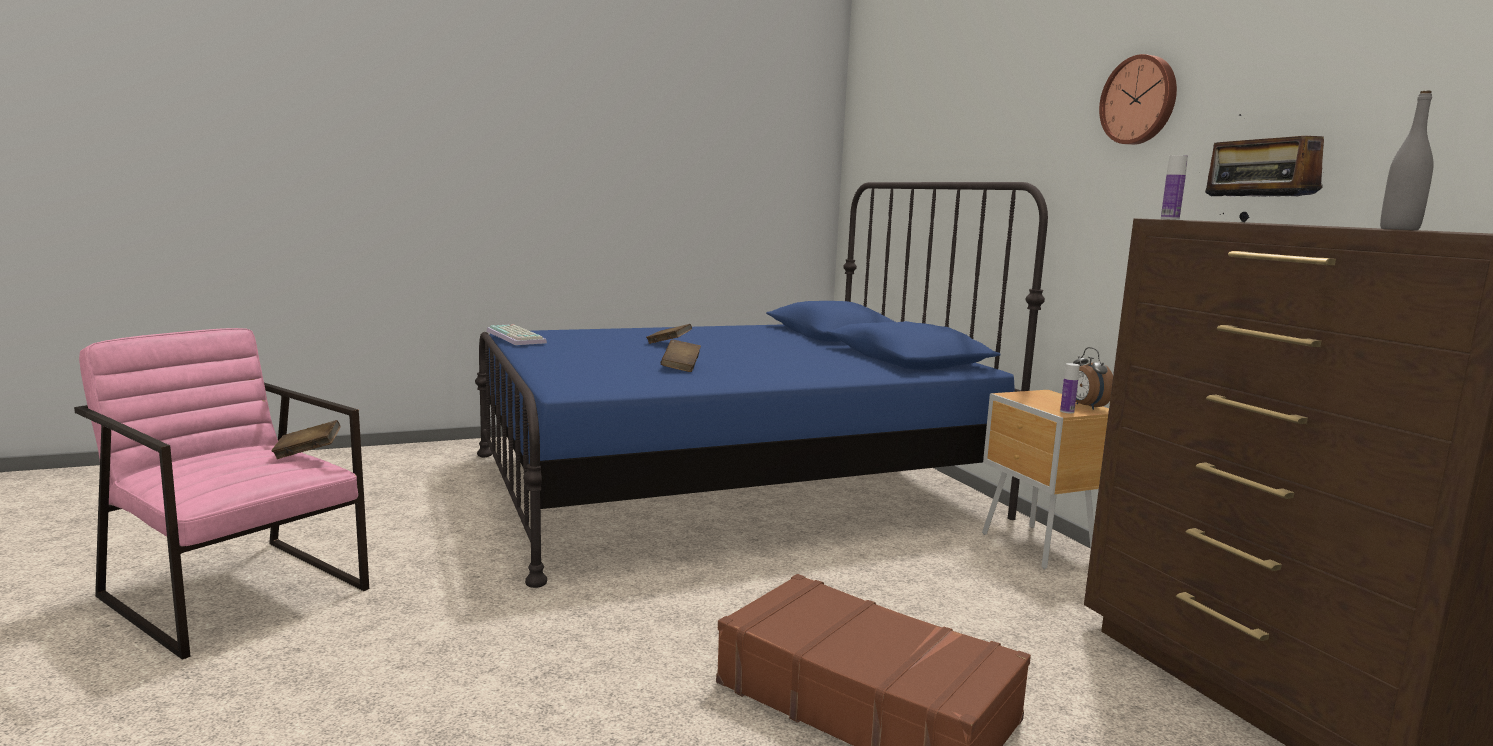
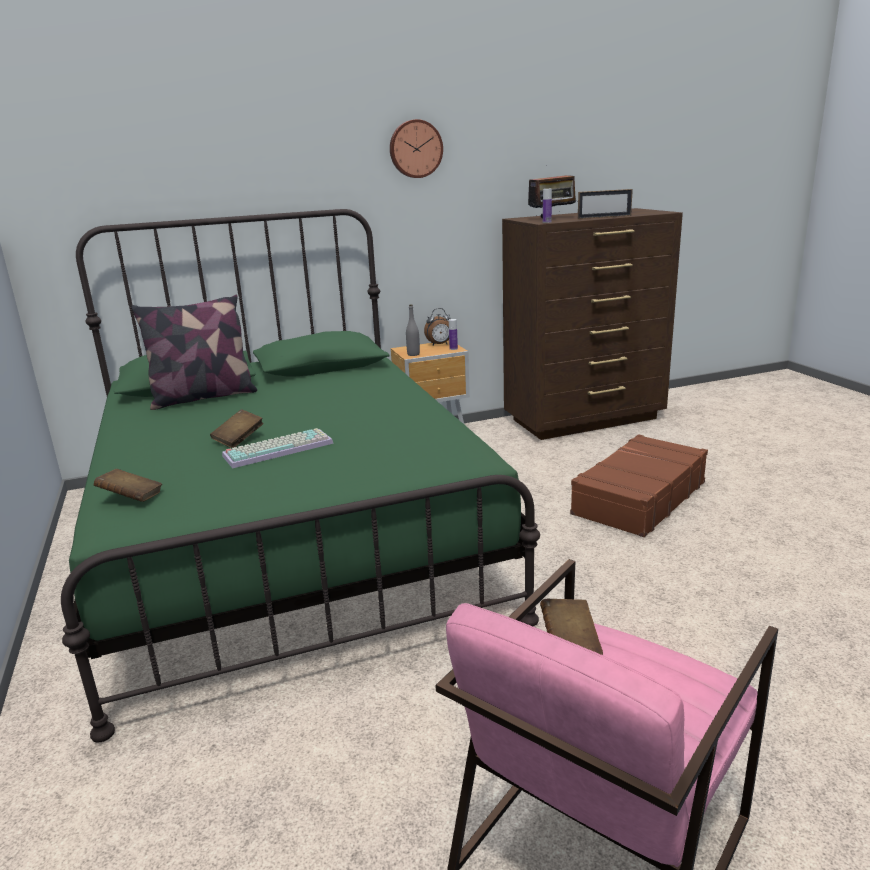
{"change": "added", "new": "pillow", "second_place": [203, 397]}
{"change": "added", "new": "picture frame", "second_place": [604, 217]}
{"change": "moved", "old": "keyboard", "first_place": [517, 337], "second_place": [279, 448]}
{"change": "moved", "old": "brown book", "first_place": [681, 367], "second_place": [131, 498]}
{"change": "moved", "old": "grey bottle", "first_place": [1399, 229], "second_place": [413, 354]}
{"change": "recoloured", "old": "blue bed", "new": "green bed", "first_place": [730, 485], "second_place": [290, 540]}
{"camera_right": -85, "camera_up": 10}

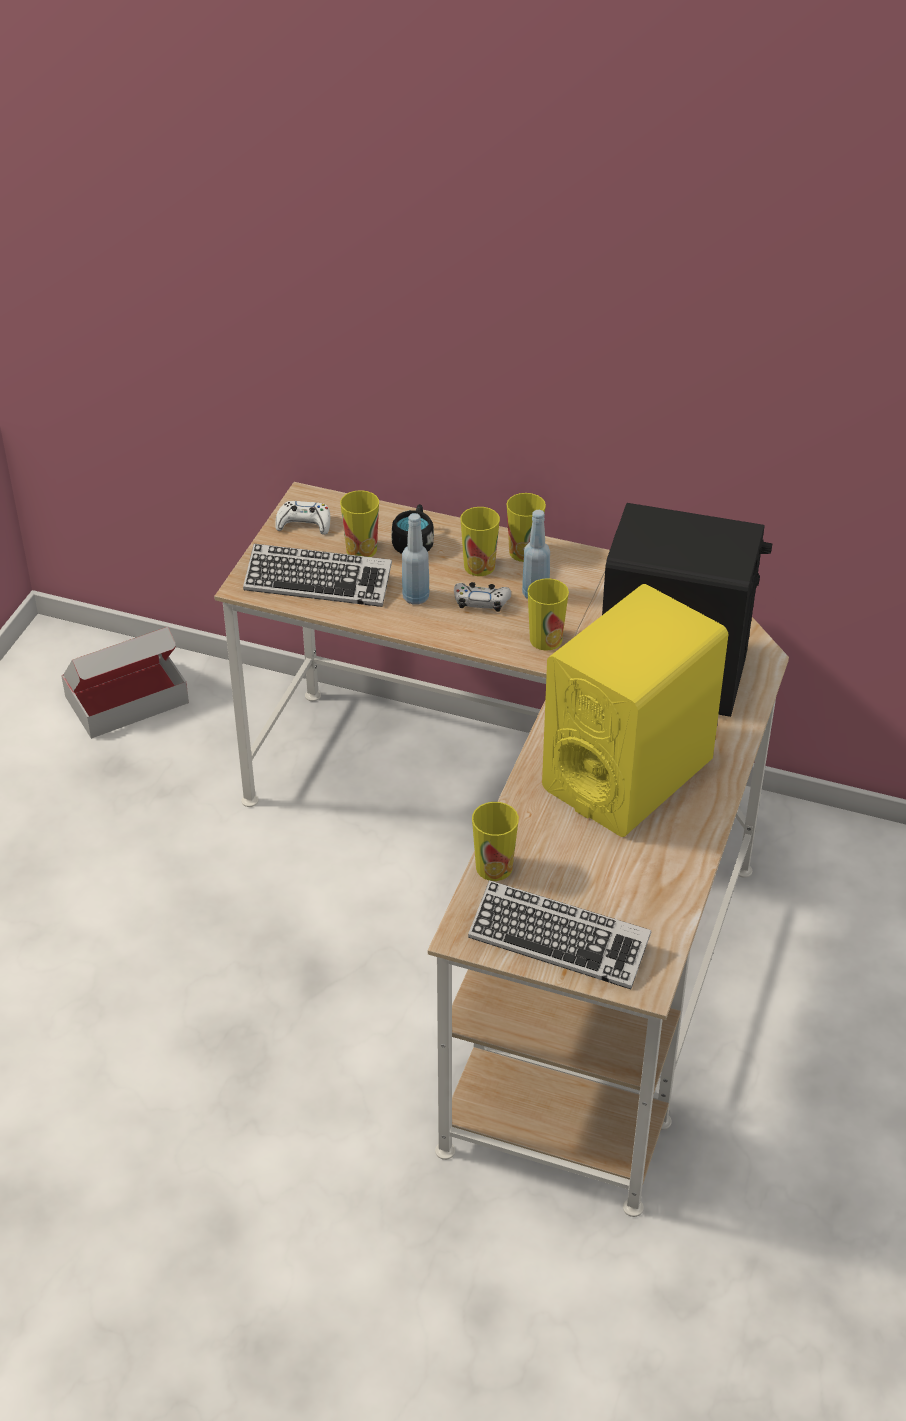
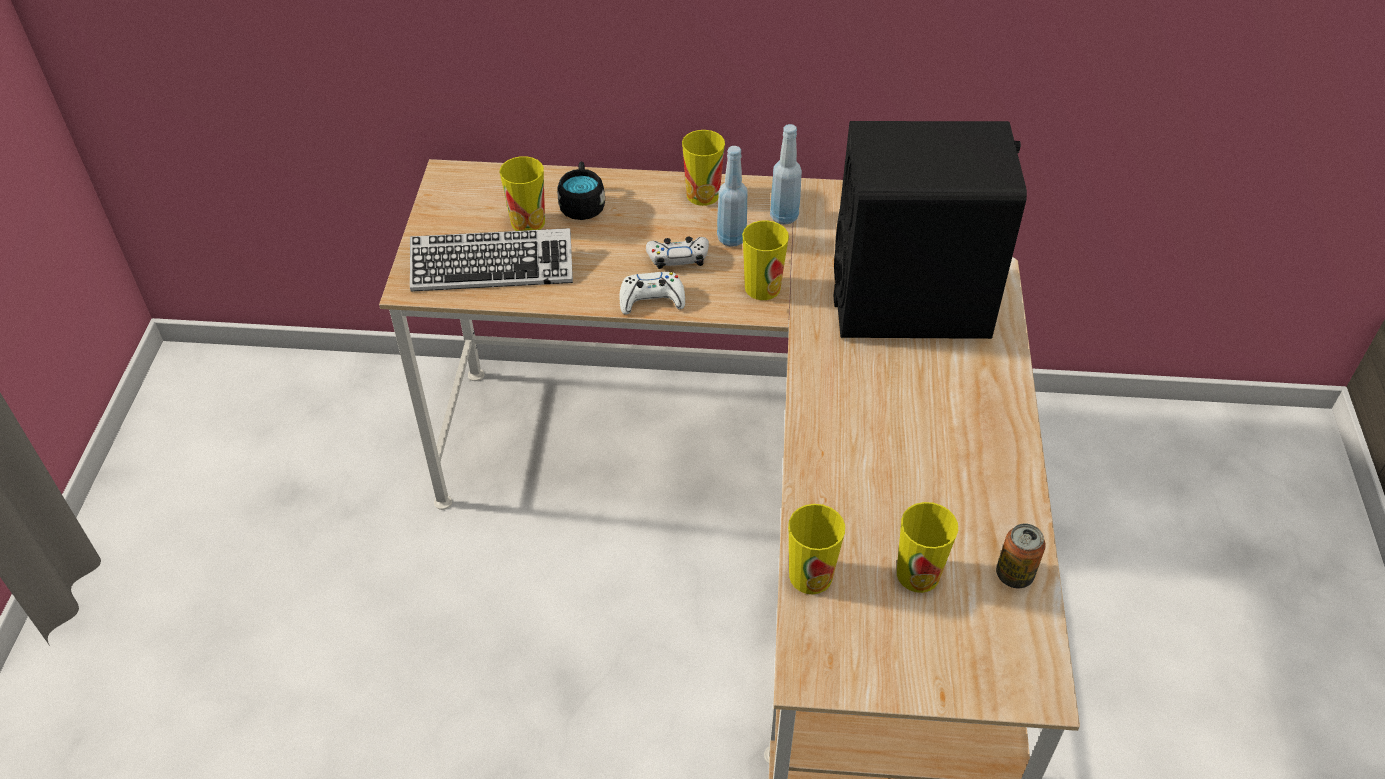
{"change": "removed", "old": "cardboard box", "first_place": [127, 699]}
{"change": "removed", "old": "keyboard", "first_place": [559, 941]}
{"change": "removed", "old": "yellow speaker", "first_place": [627, 774]}
{"change": "added", "new": "can", "second_place": [1014, 575]}
{"change": "moved", "old": "white game controller", "first_place": [304, 524], "second_place": [651, 299]}
{"change": "moved", "old": "blue bottle", "first_place": [415, 597], "second_place": [784, 217]}
{"change": "moved", "old": "cup", "first_place": [479, 566], "second_place": [918, 574]}
{"camera_right": -15, "camera_up": 5}

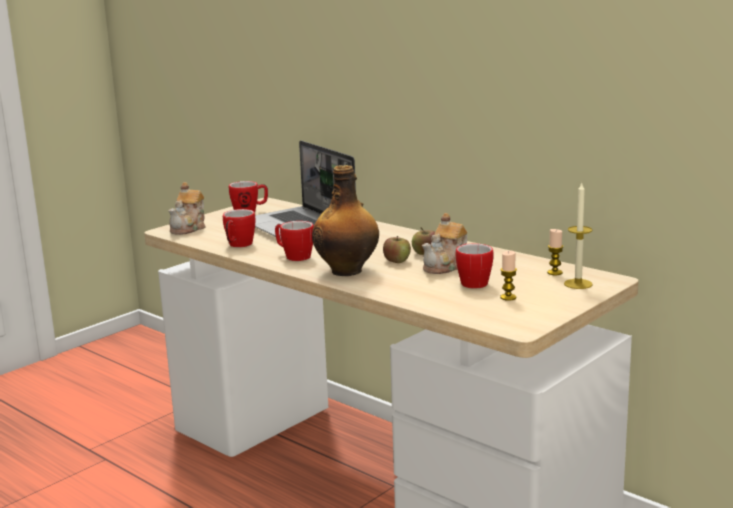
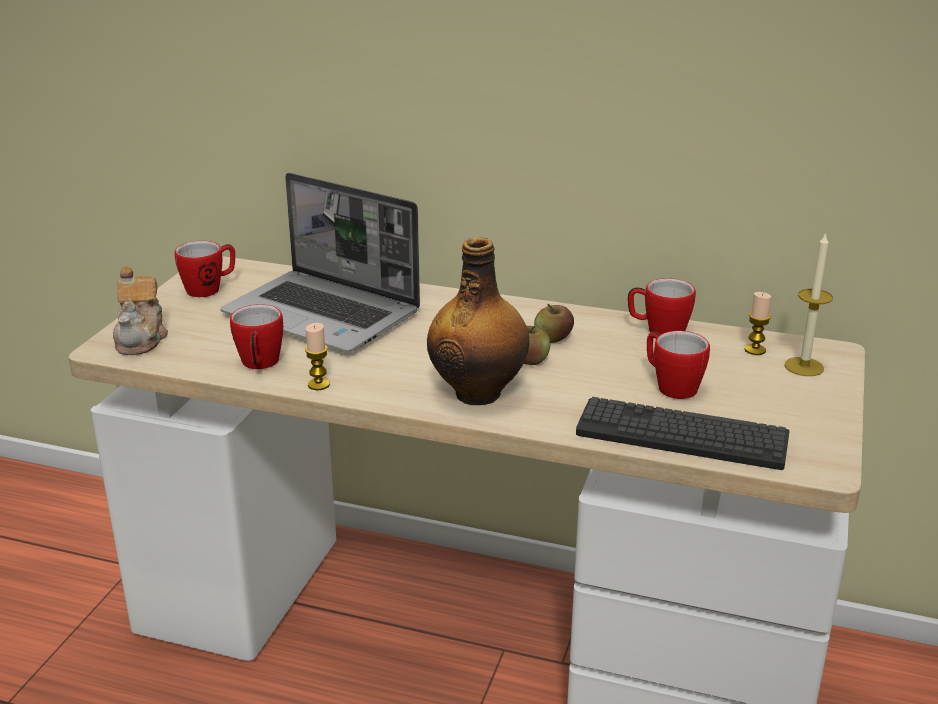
{"change": "removed", "old": "teapot", "first_place": [446, 266]}
{"change": "added", "new": "keyboard", "second_place": [681, 435]}
{"change": "moved", "old": "mug", "first_place": [294, 256], "second_place": [658, 331]}
{"change": "moved", "old": "candle", "first_place": [508, 297], "second_place": [318, 385]}
{"camera_right": -25, "camera_up": 10}

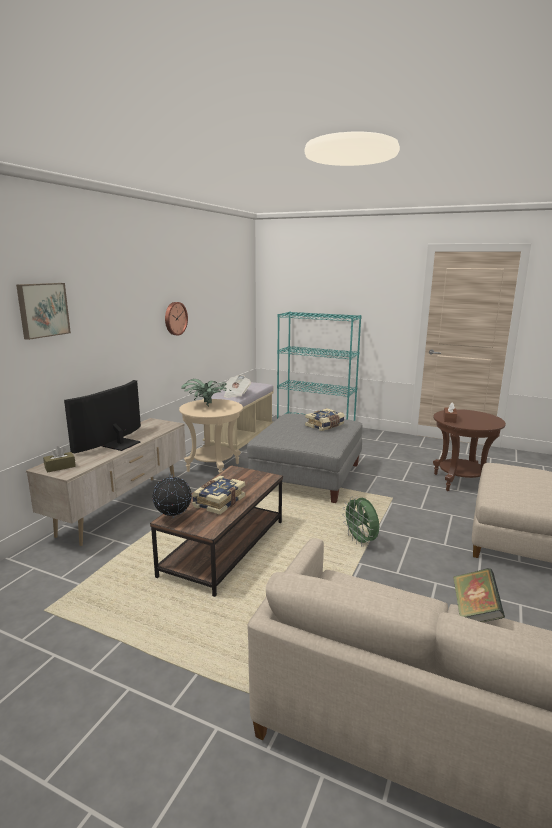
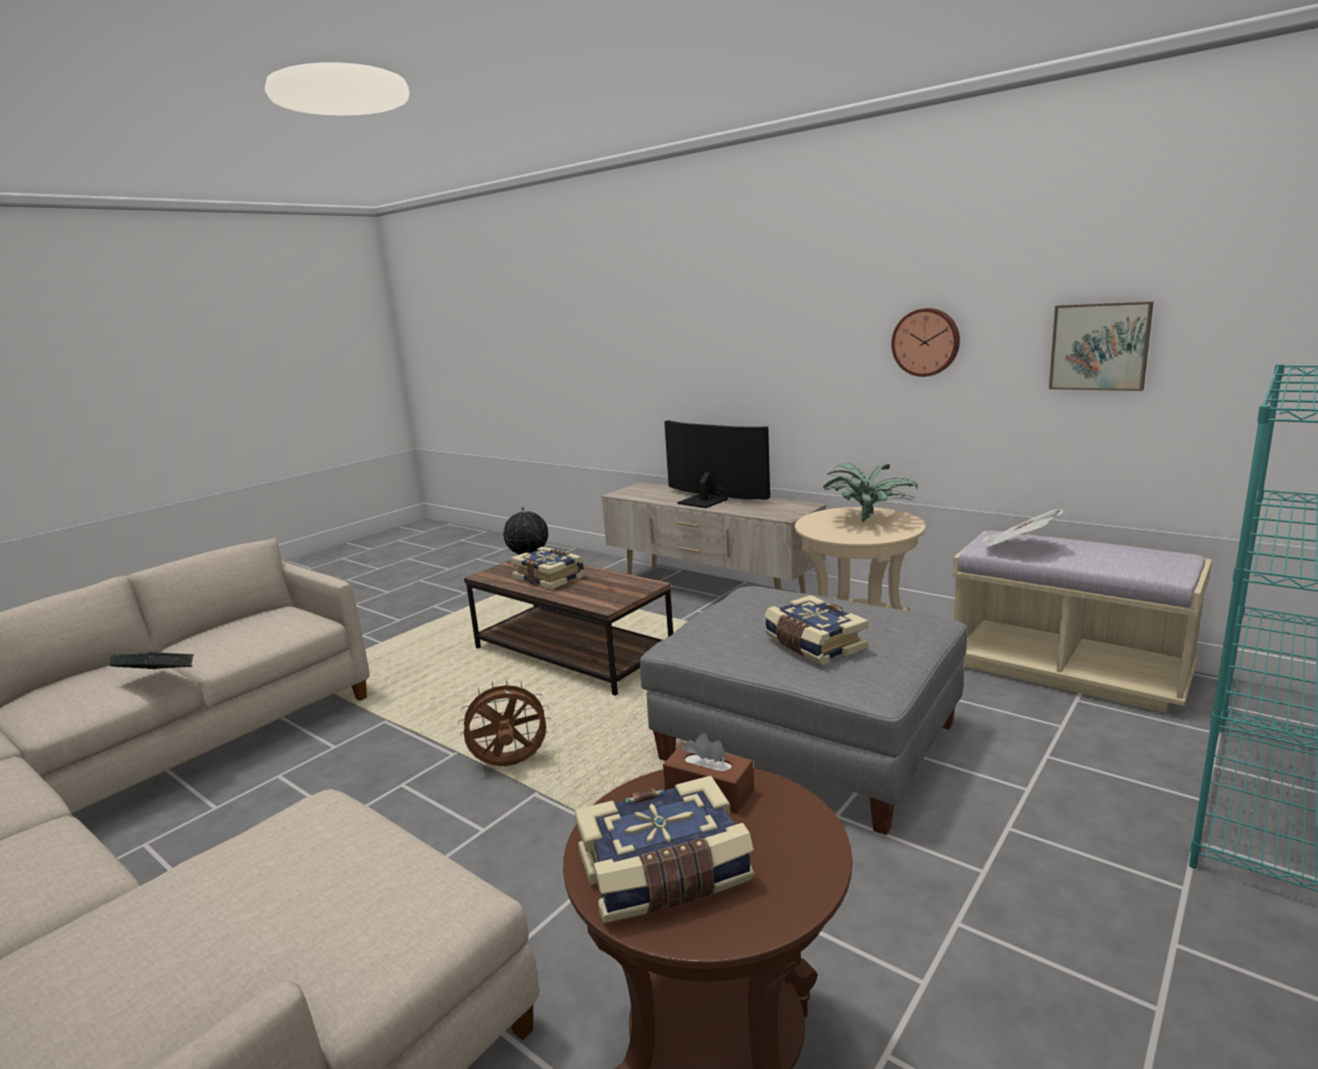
{"change": "removed", "old": "brown tissue box", "first_place": [60, 467]}
{"change": "added", "new": "book", "second_place": [665, 874]}
{"change": "moved", "old": "picture", "first_place": [42, 310], "second_place": [1099, 346]}
{"change": "recoloured", "old": "green fan", "new": "brown fan", "first_place": [360, 541], "second_place": [510, 765]}
{"camera_right": 105, "camera_up": 0}

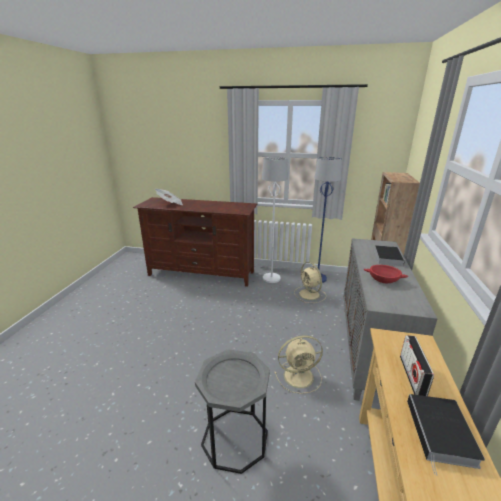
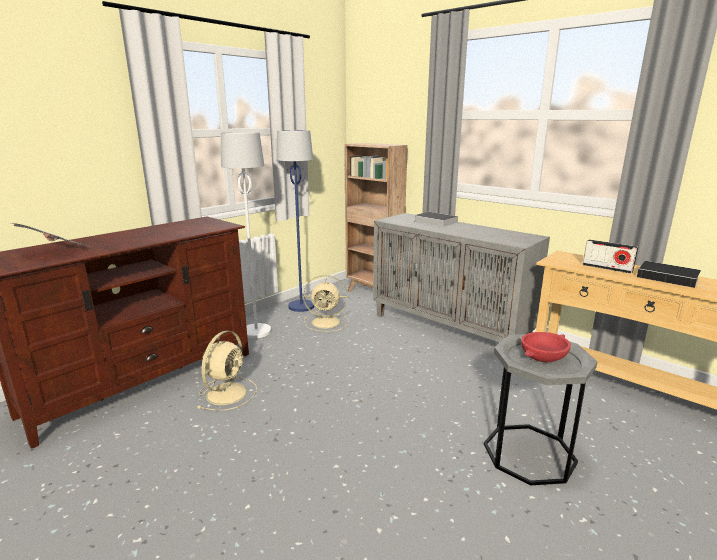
{"change": "moved", "old": "beige fan", "first_place": [300, 376], "second_place": [227, 392]}
{"change": "moved", "old": "red bowl", "first_place": [383, 280], "second_place": [543, 356]}
{"camera_right": -60, "camera_up": -5}

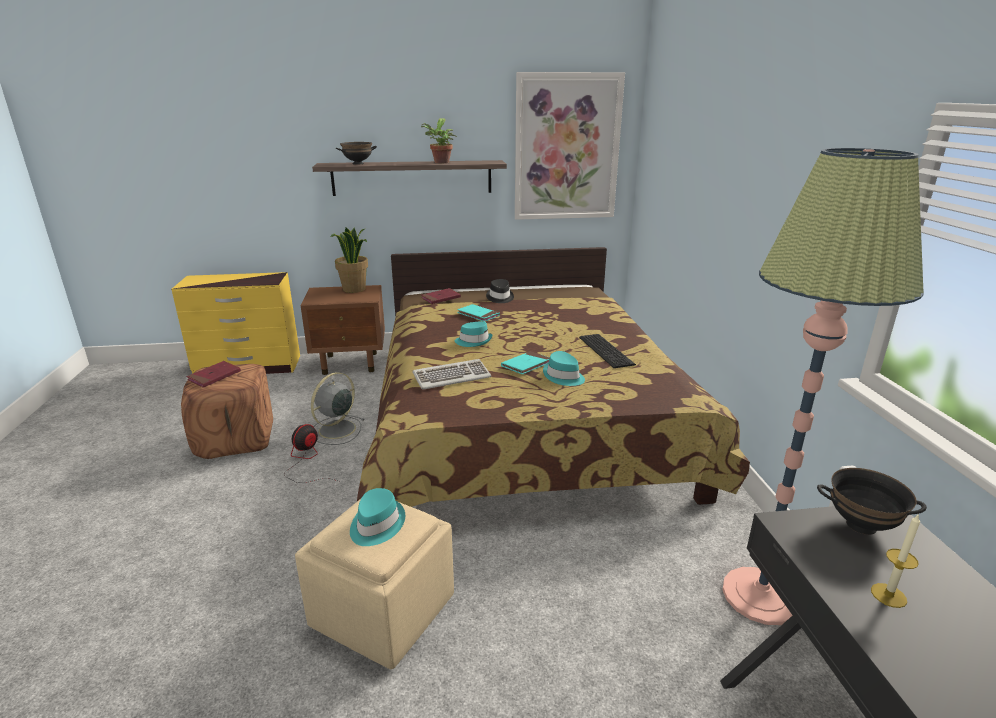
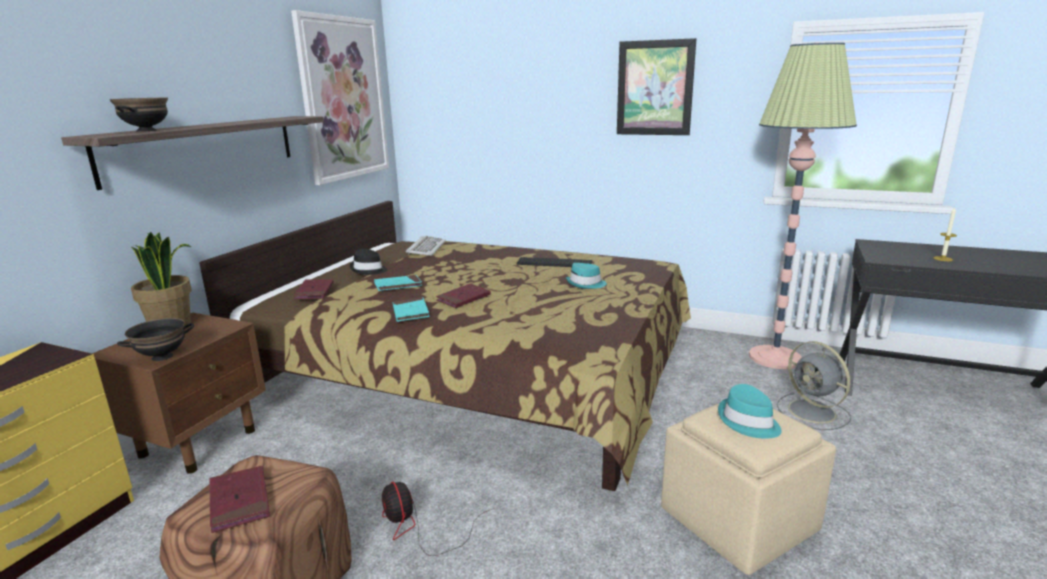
{"change": "removed", "old": "potted plant", "first_place": [441, 162]}
{"change": "added", "new": "picture", "second_place": [654, 88]}
{"change": "moved", "old": "grey fan", "first_place": [336, 430], "second_place": [813, 412]}
{"change": "moved", "old": "keyboard", "first_place": [451, 376], "second_place": [426, 248]}
{"change": "moved", "old": "turquoise book", "first_place": [526, 365], "second_place": [410, 312]}
{"change": "moved", "old": "black bowl", "first_place": [861, 525], "second_place": [162, 356]}
{"change": "replaced", "old": "turquoise hat", "new": "red book", "first_place": [474, 341], "second_place": [463, 298]}
{"camera_right": -60, "camera_up": -5}

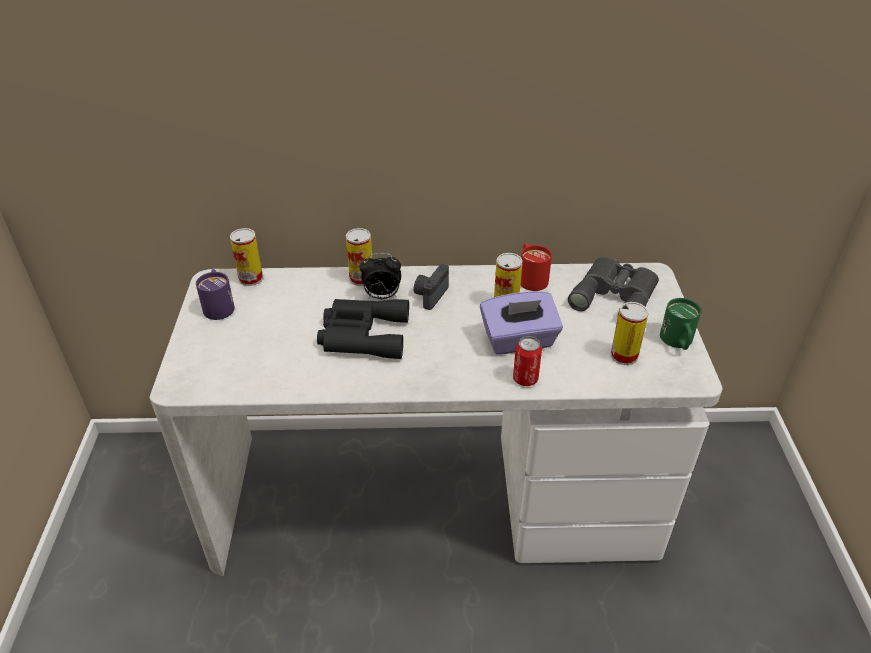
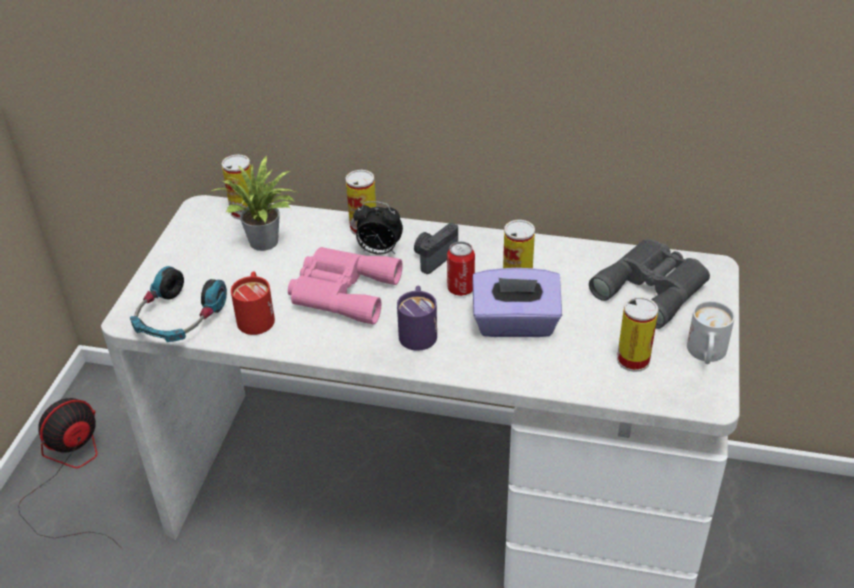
{"change": "added", "new": "fan", "second_place": [70, 475]}
{"change": "added", "new": "headphones", "second_place": [179, 318]}
{"change": "added", "new": "potted plant", "second_place": [266, 243]}
{"change": "moved", "old": "purple mug", "first_place": [219, 305], "second_place": [418, 331]}
{"change": "moved", "old": "can", "first_place": [525, 379], "second_place": [461, 289]}
{"change": "moved", "old": "red mug", "first_place": [530, 278], "second_place": [256, 316]}
{"change": "recoloured", "old": "black binoculars", "new": "pink binoculars", "first_place": [361, 334], "second_place": [341, 291]}
{"change": "recoloured", "old": "green mug", "new": "white mug", "first_place": [678, 342], "second_place": [706, 354]}
{"camera_right": 15, "camera_up": 0}

